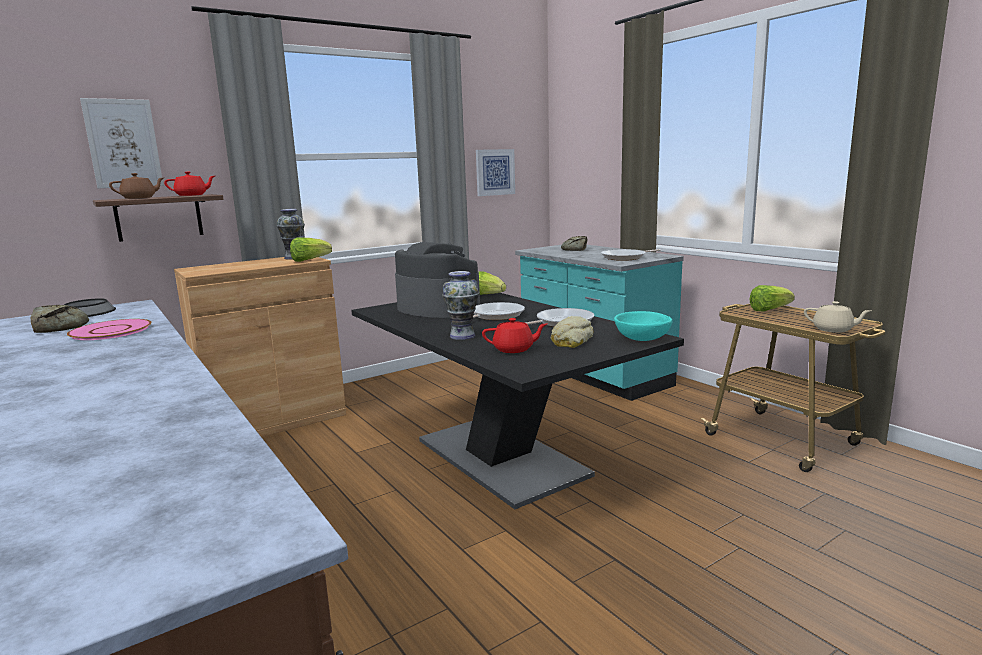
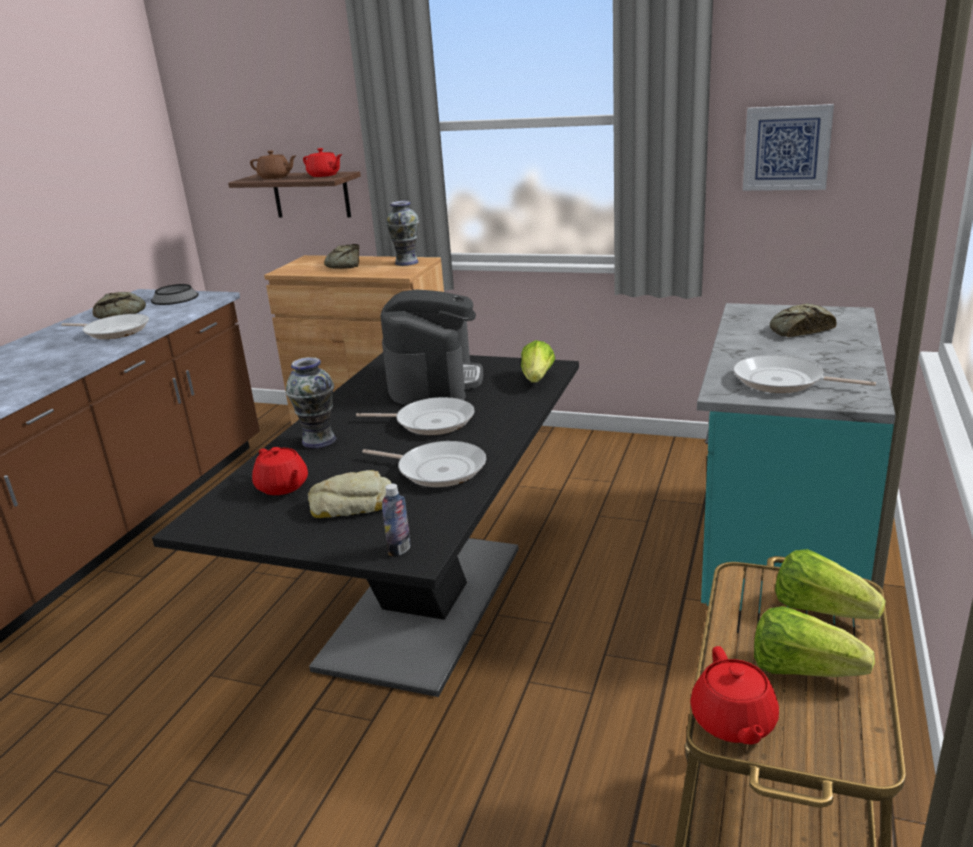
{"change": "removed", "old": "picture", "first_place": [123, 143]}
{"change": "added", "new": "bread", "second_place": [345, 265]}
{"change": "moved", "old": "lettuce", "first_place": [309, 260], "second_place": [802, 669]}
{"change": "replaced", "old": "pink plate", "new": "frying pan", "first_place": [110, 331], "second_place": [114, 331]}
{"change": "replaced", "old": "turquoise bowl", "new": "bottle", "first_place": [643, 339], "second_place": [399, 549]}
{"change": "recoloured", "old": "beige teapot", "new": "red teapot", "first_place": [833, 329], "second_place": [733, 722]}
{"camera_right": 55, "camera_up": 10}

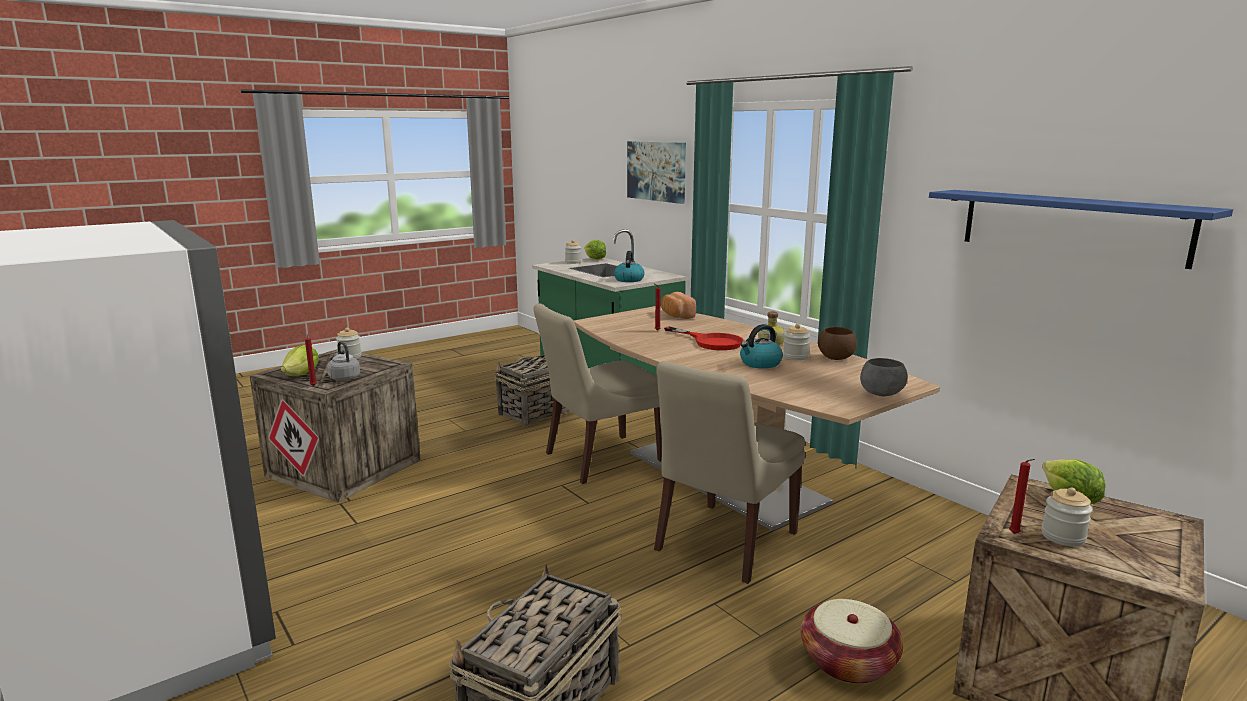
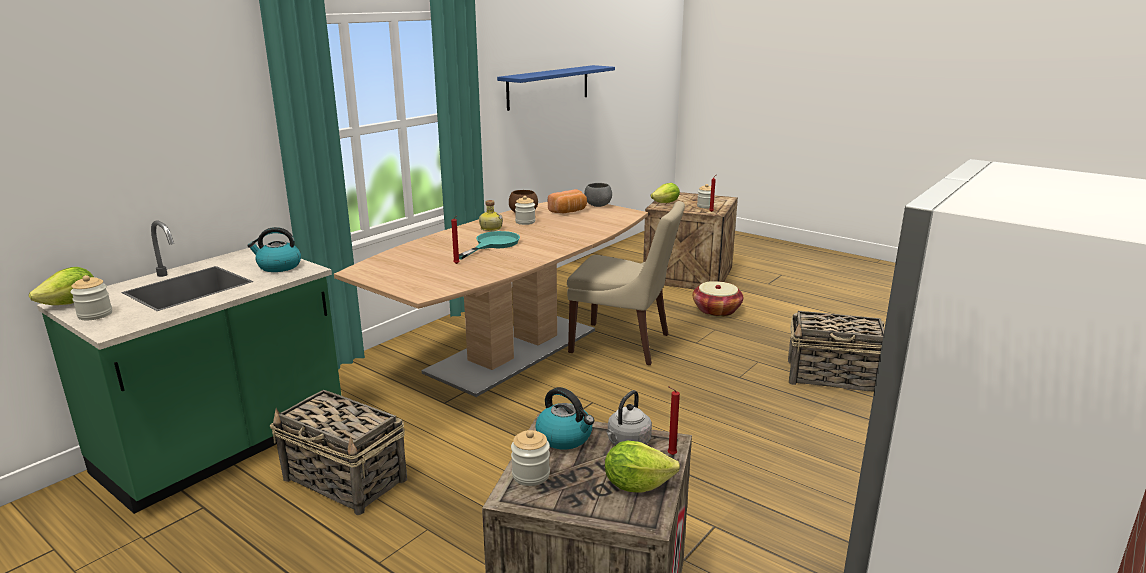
{"change": "removed", "old": "beige chair", "first_place": [600, 459]}
{"change": "removed", "old": "picture", "first_place": [657, 171]}
{"change": "moved", "old": "bread", "first_place": [676, 316], "second_place": [569, 211]}
{"change": "moved", "old": "kettle", "first_place": [760, 364], "second_place": [565, 437]}
{"change": "recoloured", "old": "red frying pan", "new": "turquoise frying pan", "first_place": [711, 342], "second_place": [492, 244]}
{"camera_right": -105, "camera_up": 5}

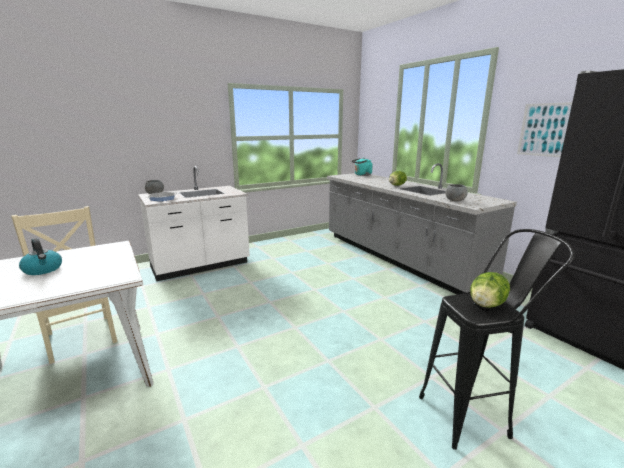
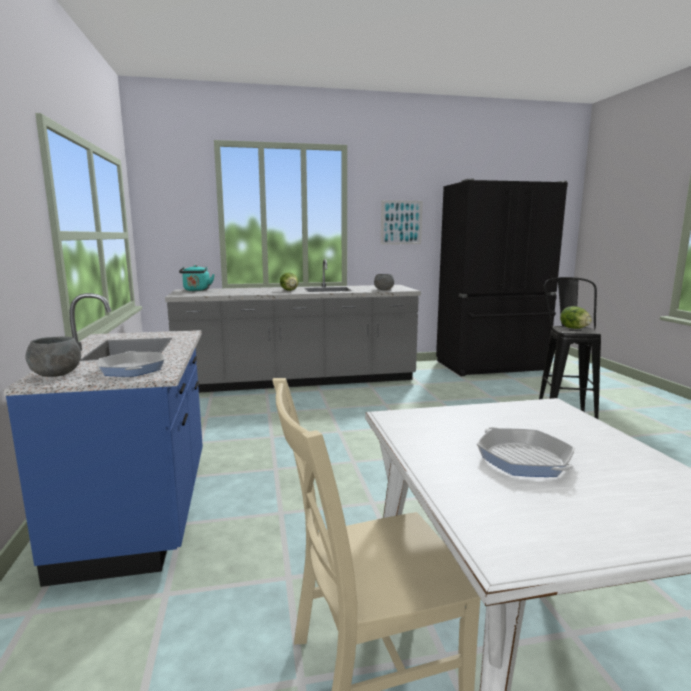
{"change": "replaced", "old": "kettle", "new": "frying pan", "first_place": [43, 270], "second_place": [524, 459]}
{"change": "recoloured", "old": "white counter", "new": "blue counter", "first_place": [200, 266], "second_place": [142, 511]}
{"camera_right": -70, "camera_up": -5}

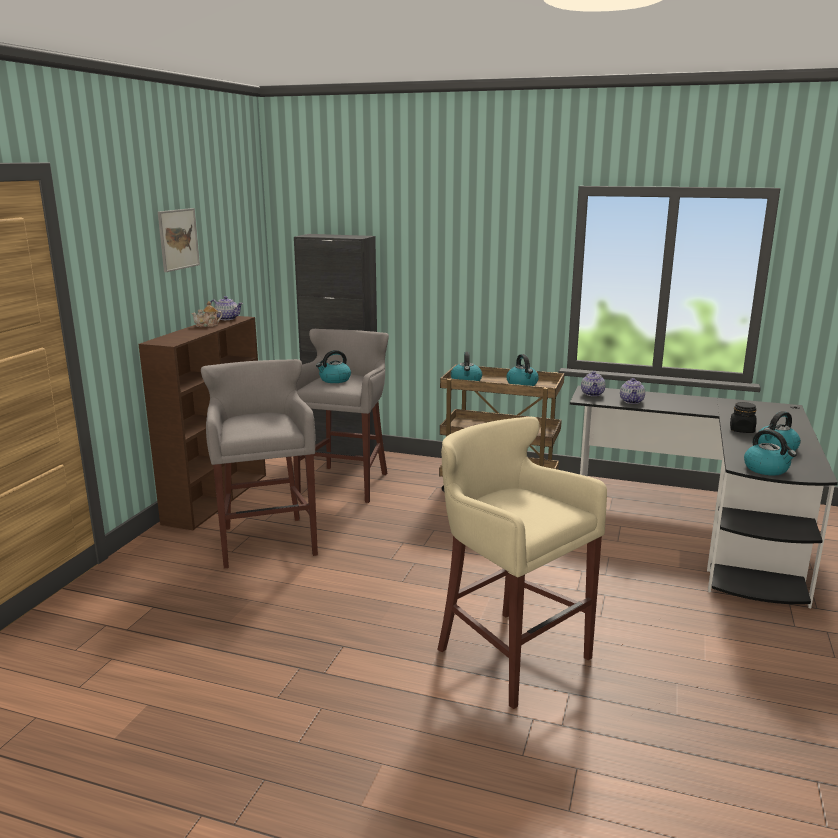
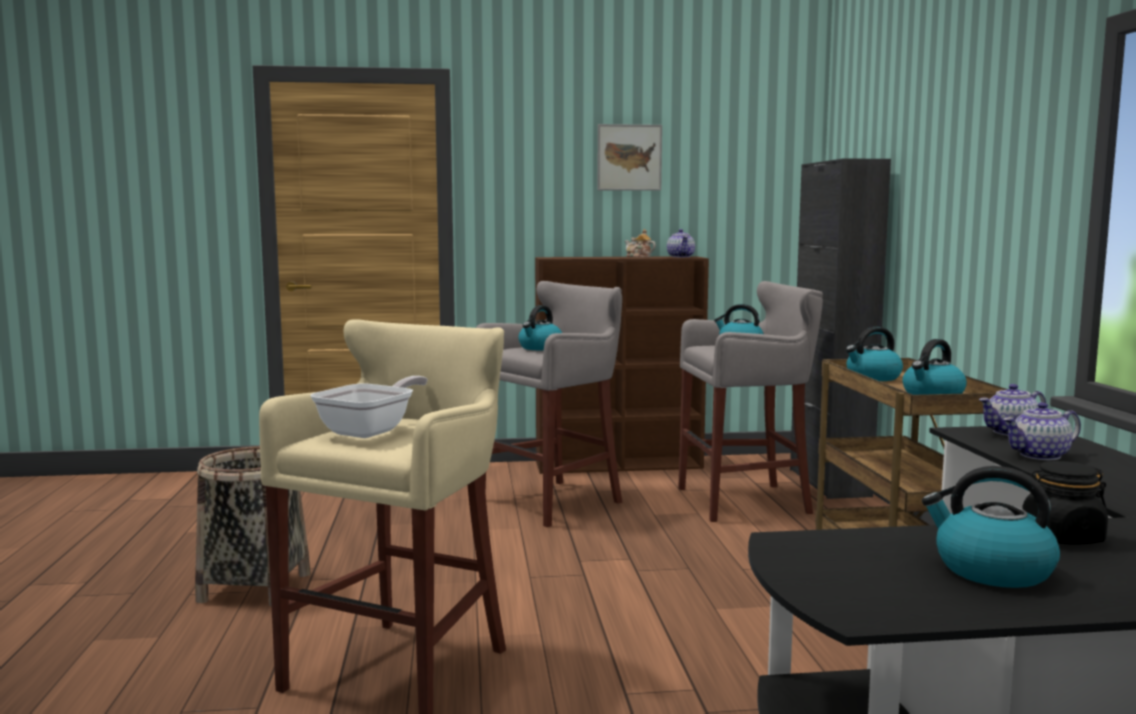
{"change": "added", "new": "basket", "second_place": [255, 587]}
{"change": "added", "new": "frying pan", "second_place": [372, 431]}
{"change": "moved", "old": "kettle", "first_place": [767, 469], "second_place": [540, 348]}
{"camera_right": 65, "camera_up": -10}

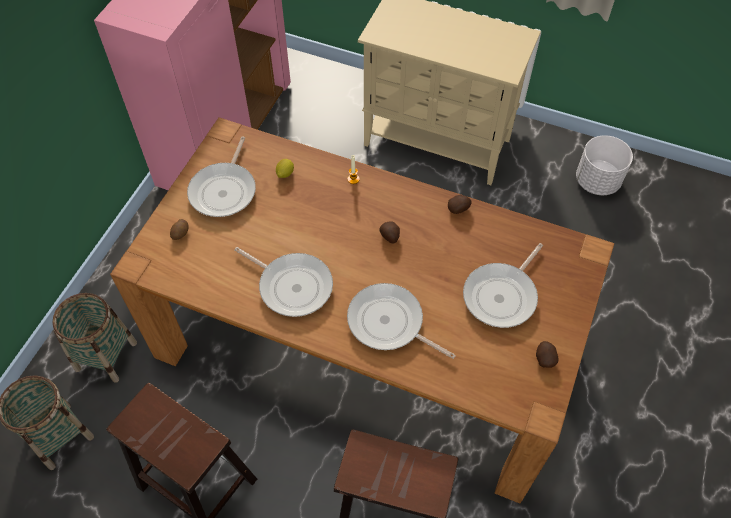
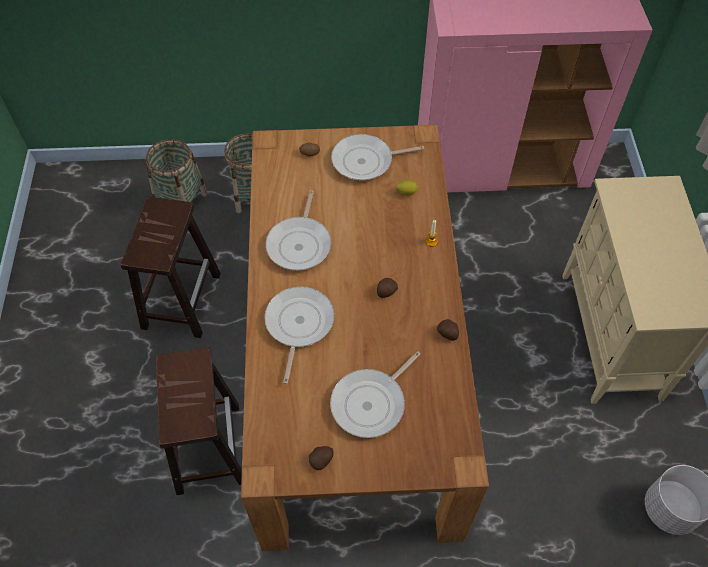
{"change": "turned", "old": "frying pan", "first_place": [502, 295], "second_place": [371, 403], "degrees": -60}
{"camera_right": 65, "camera_up": 0}

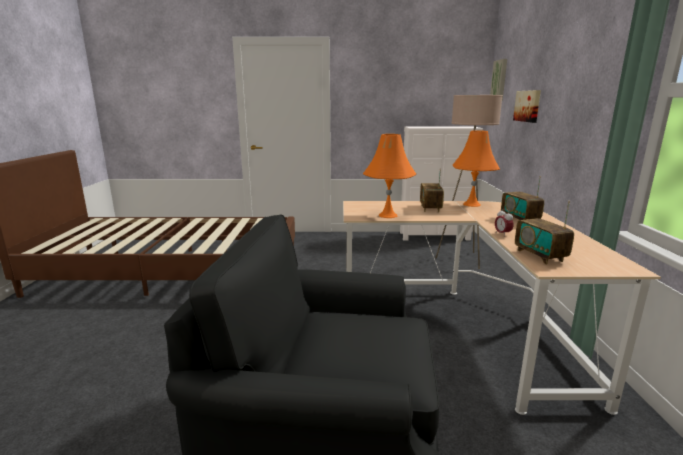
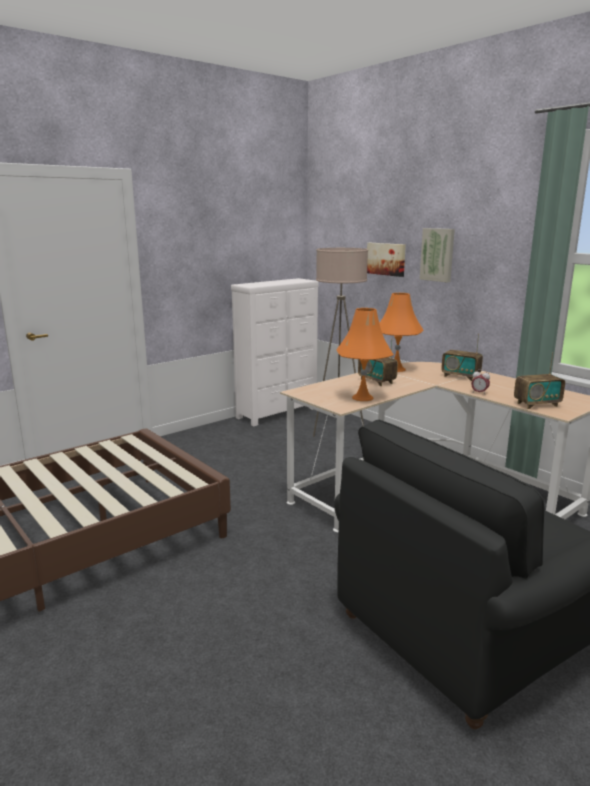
{"change": "moved", "old": "picture", "first_place": [499, 80], "second_place": [438, 254]}
{"change": "turned", "old": "radio", "first_place": [540, 256], "second_place": [537, 404], "degrees": -45}
{"camera_right": -40, "camera_up": 0}

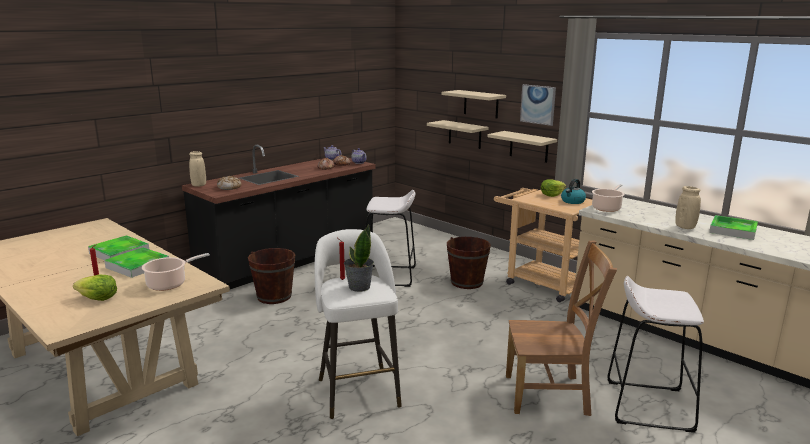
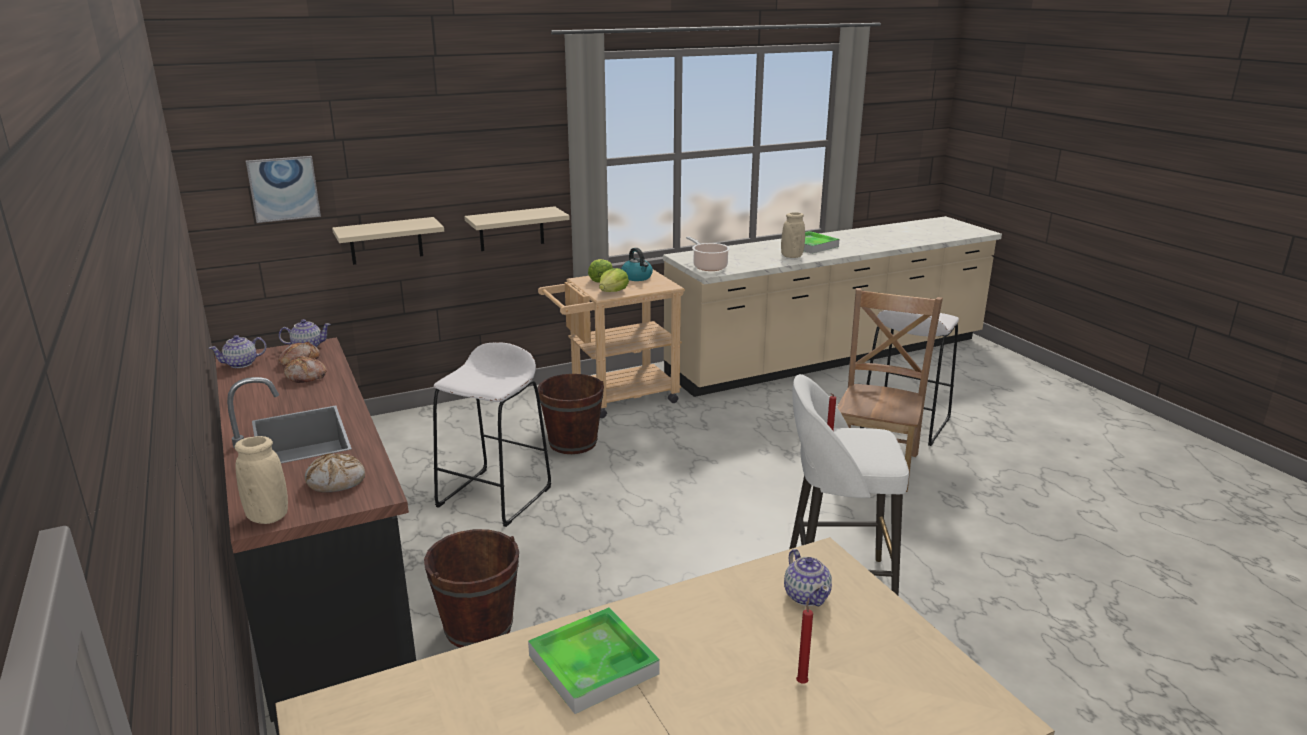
{"change": "removed", "old": "tray", "first_place": [138, 265]}
{"change": "removed", "old": "potted plant", "first_place": [359, 287]}
{"change": "removed", "old": "beige shelf", "first_place": [481, 104]}
{"change": "moved", "old": "lettuce", "first_place": [97, 298], "second_place": [613, 292]}
{"change": "moved", "old": "picture", "first_place": [538, 104], "second_place": [283, 188]}
{"change": "replaced", "old": "cooking pot", "new": "teapot", "first_place": [169, 284], "second_place": [806, 595]}
{"camera_right": -70, "camera_up": 5}

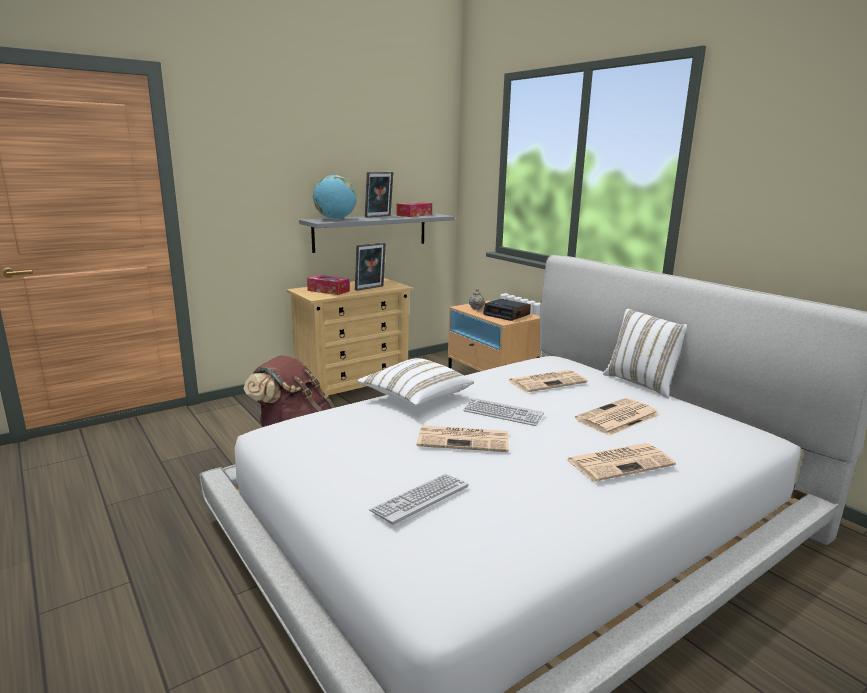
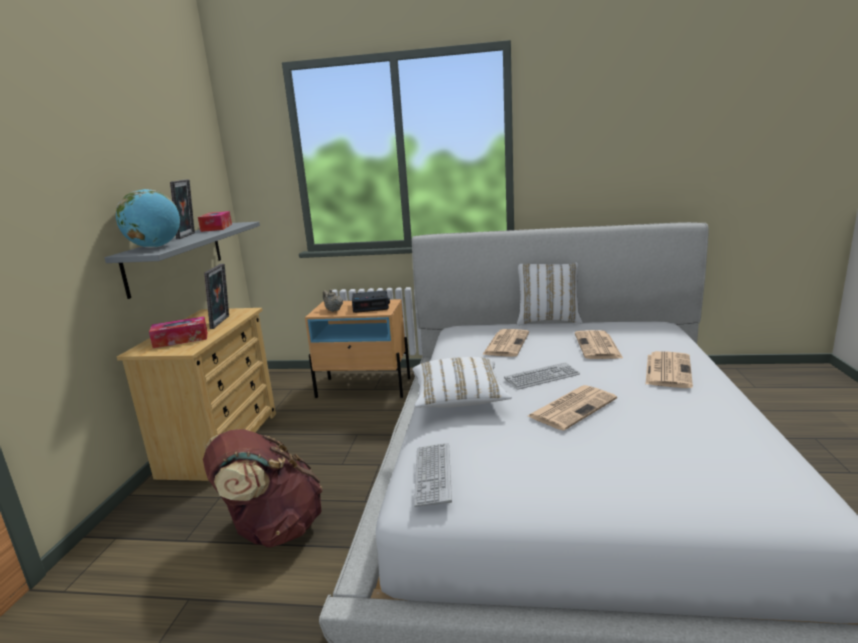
{"change": "moved", "old": "keyboard", "first_place": [420, 499], "second_place": [433, 474]}
{"camera_right": -45, "camera_up": 0}

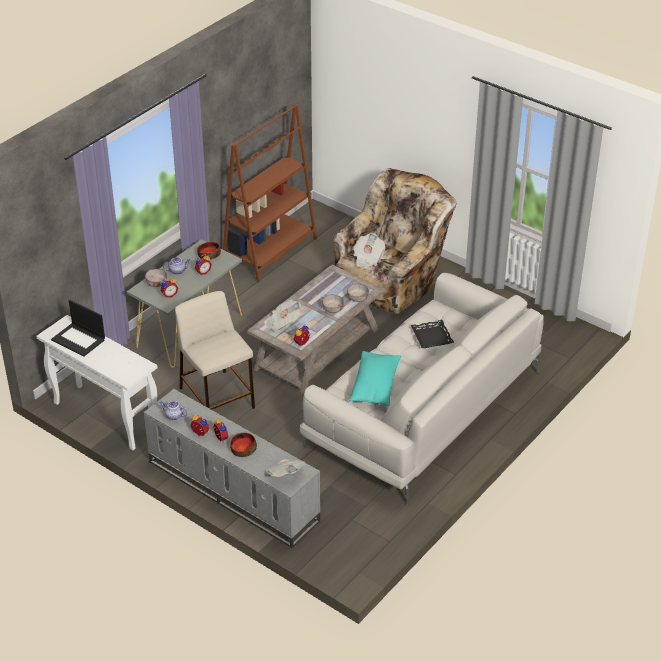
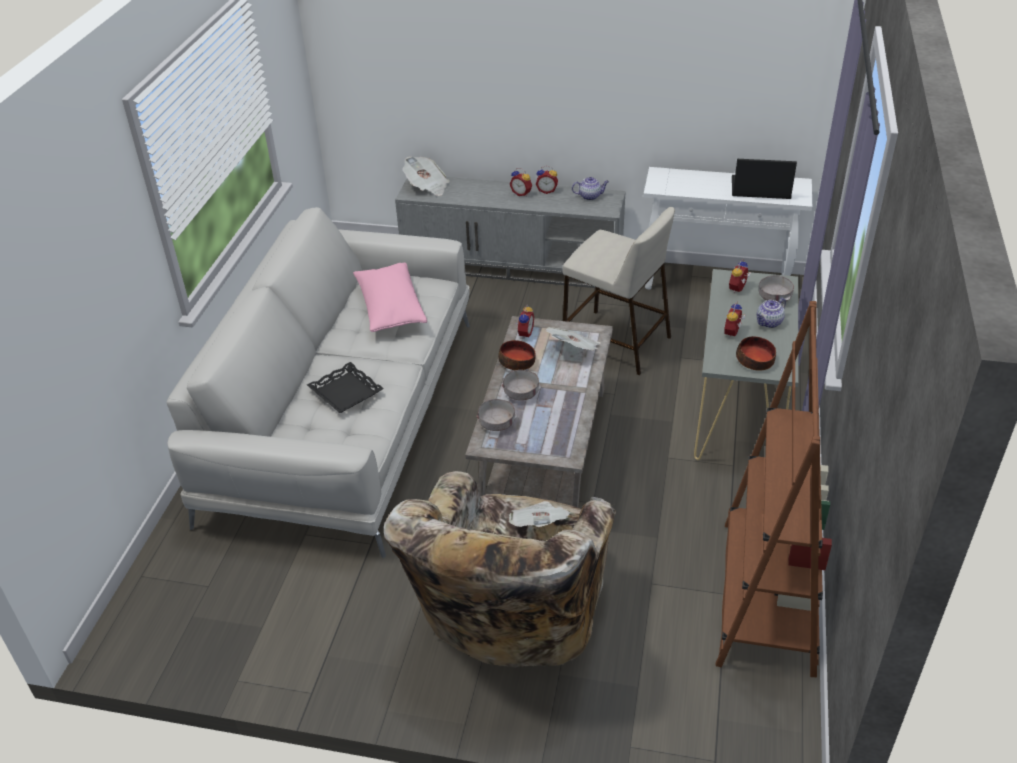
{"change": "moved", "old": "bowl", "first_place": [243, 449], "second_place": [517, 362]}
{"change": "recoloured", "old": "turquoise pillow", "new": "pink pillow", "first_place": [375, 386], "second_place": [390, 309]}
{"camera_right": 155, "camera_up": 0}

